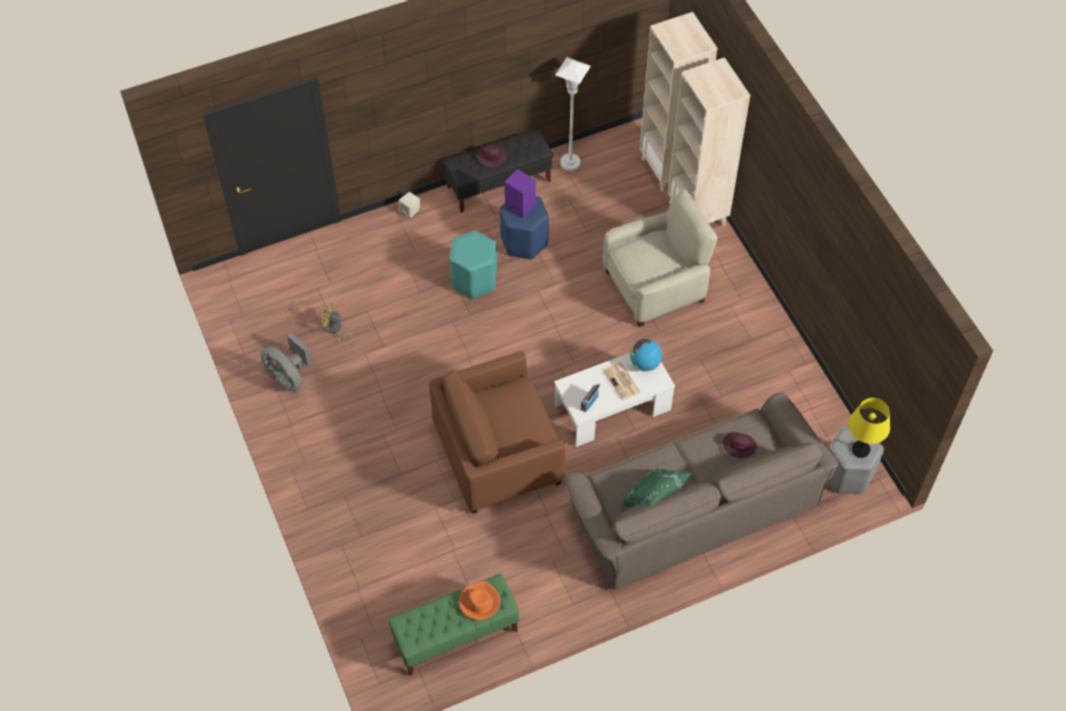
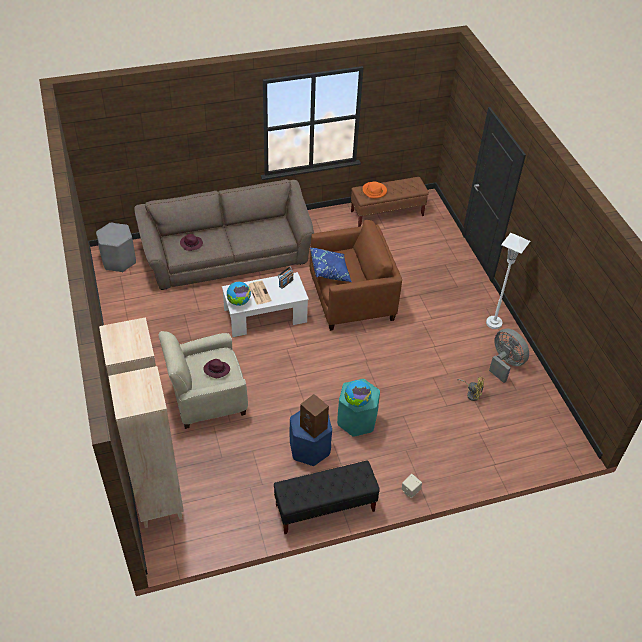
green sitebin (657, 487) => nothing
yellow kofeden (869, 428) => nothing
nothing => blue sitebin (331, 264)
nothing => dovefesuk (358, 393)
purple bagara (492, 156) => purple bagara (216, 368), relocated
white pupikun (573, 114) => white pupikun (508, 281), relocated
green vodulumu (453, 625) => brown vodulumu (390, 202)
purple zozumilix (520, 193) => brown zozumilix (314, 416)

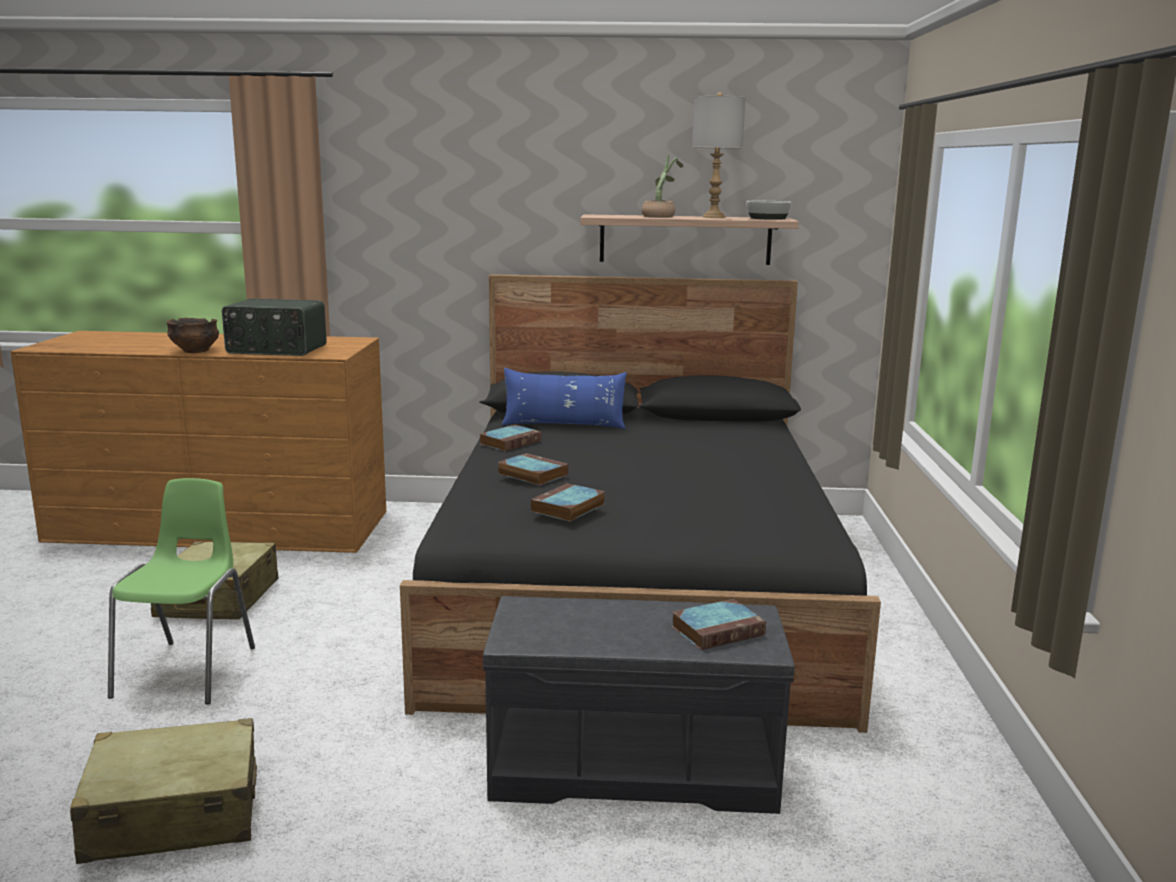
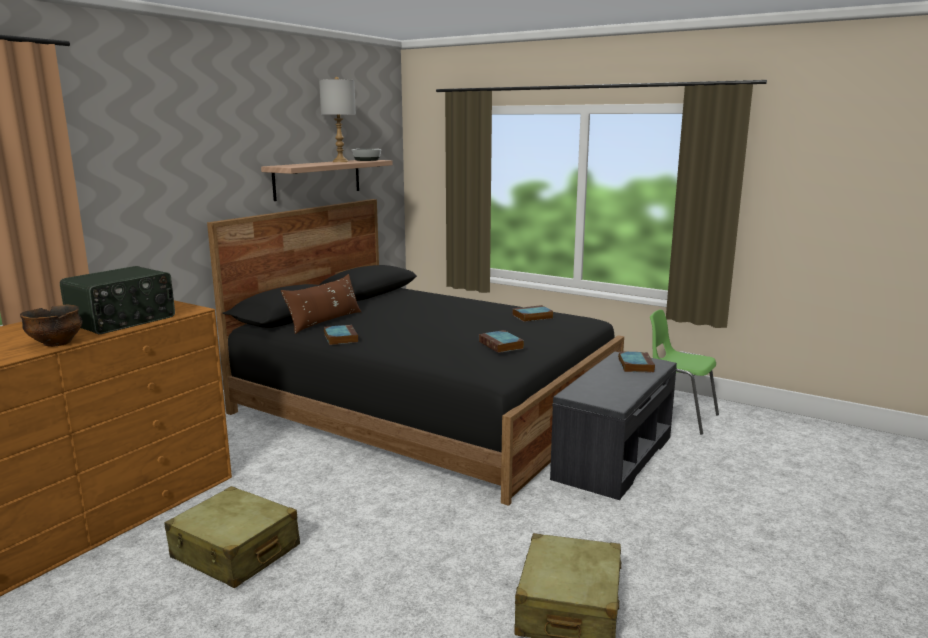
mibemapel (663, 186) => nothing
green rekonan (181, 591) => green rekonan (684, 372), relocated
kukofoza (533, 469) => kukofoza (532, 313), relocated
blue sitebin (564, 398) => brown sitebin (321, 304)

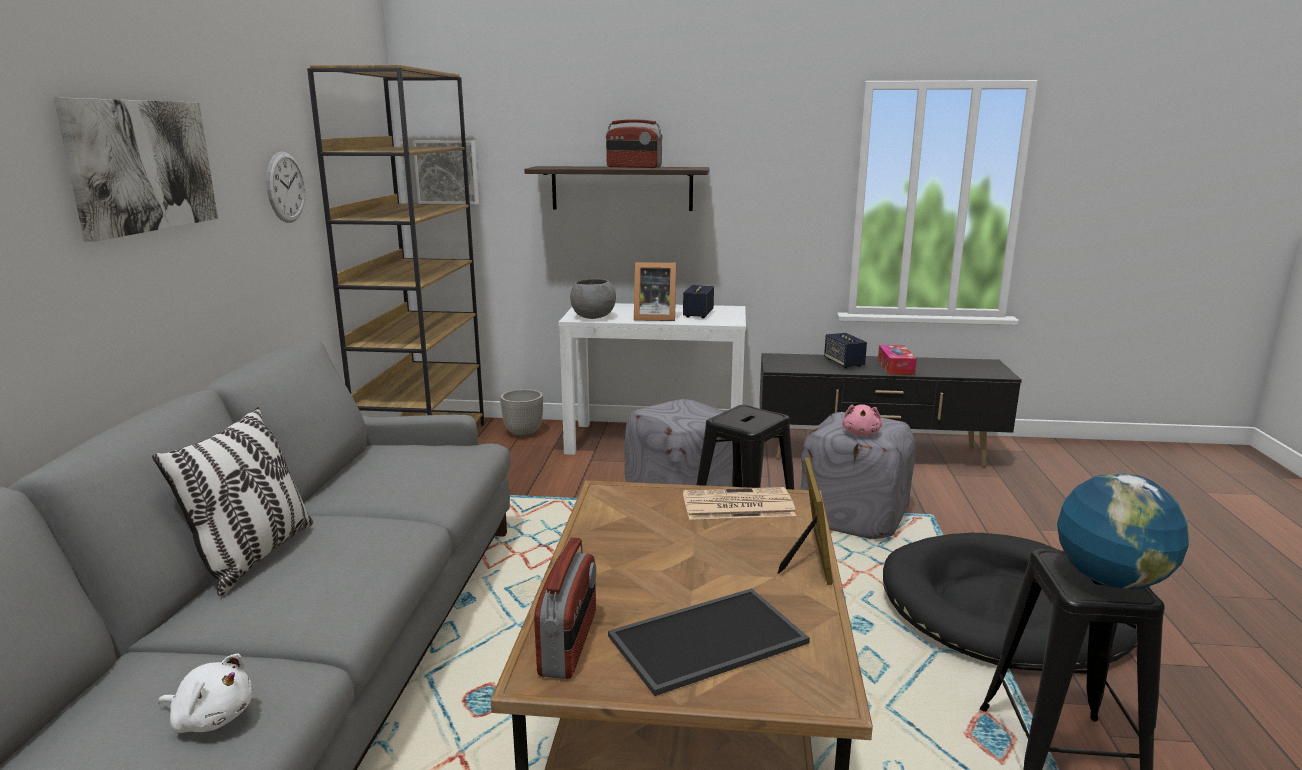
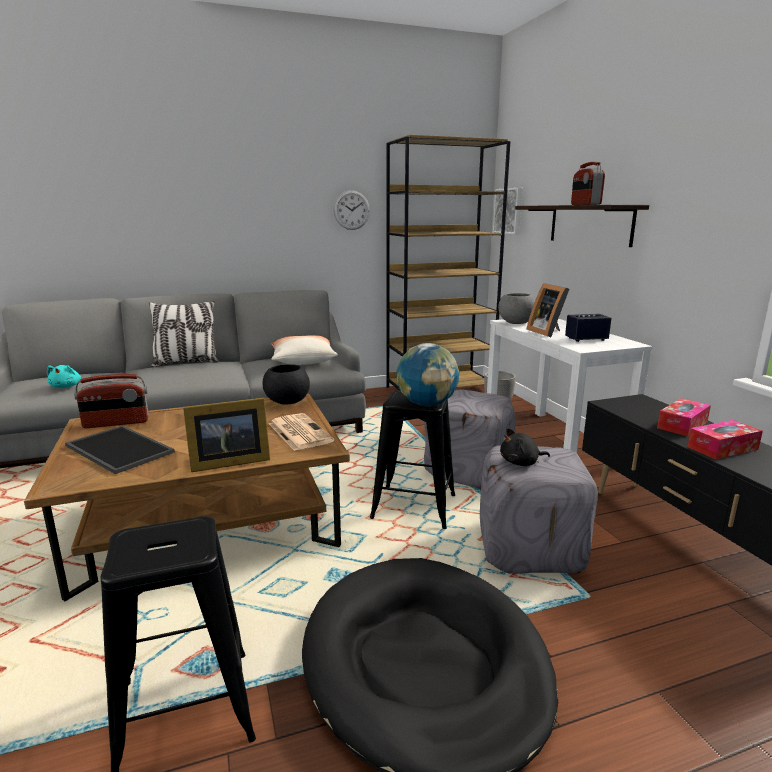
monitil (136, 170) => nothing
nothing => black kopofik (286, 384)
nothing => sitebin (304, 350)
dovefesuk (1123, 531) => dovefesuk (428, 374), relocated
zozumilix (845, 350) => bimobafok (684, 417)
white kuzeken (205, 693) => turquoise kuzeken (64, 376)
pink kuzeken (862, 420) => black kuzeken (525, 447)

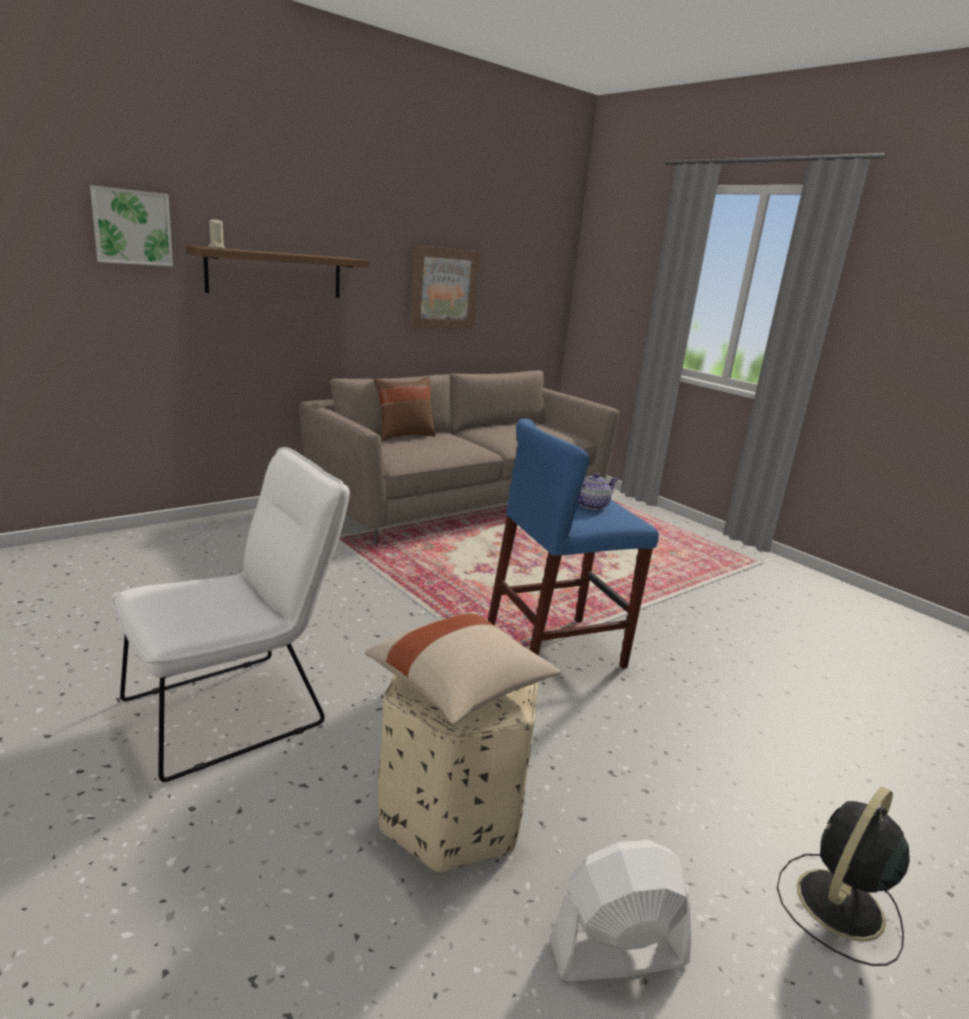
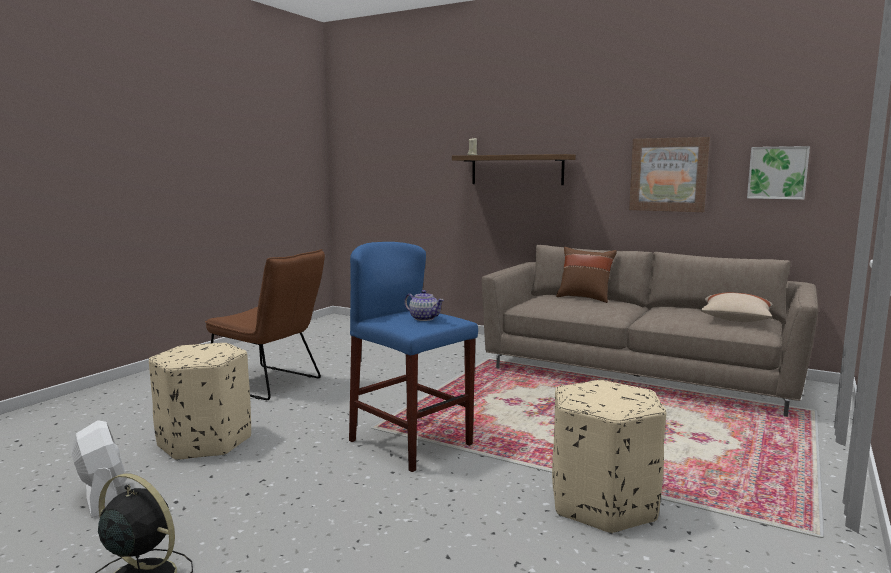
nothing => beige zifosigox (609, 457)
monitil (131, 225) => monitil (778, 173), relocated
beige sitebin (463, 668) => beige sitebin (737, 307), relocated
white rekonan (230, 614) => brown rekonan (265, 324)

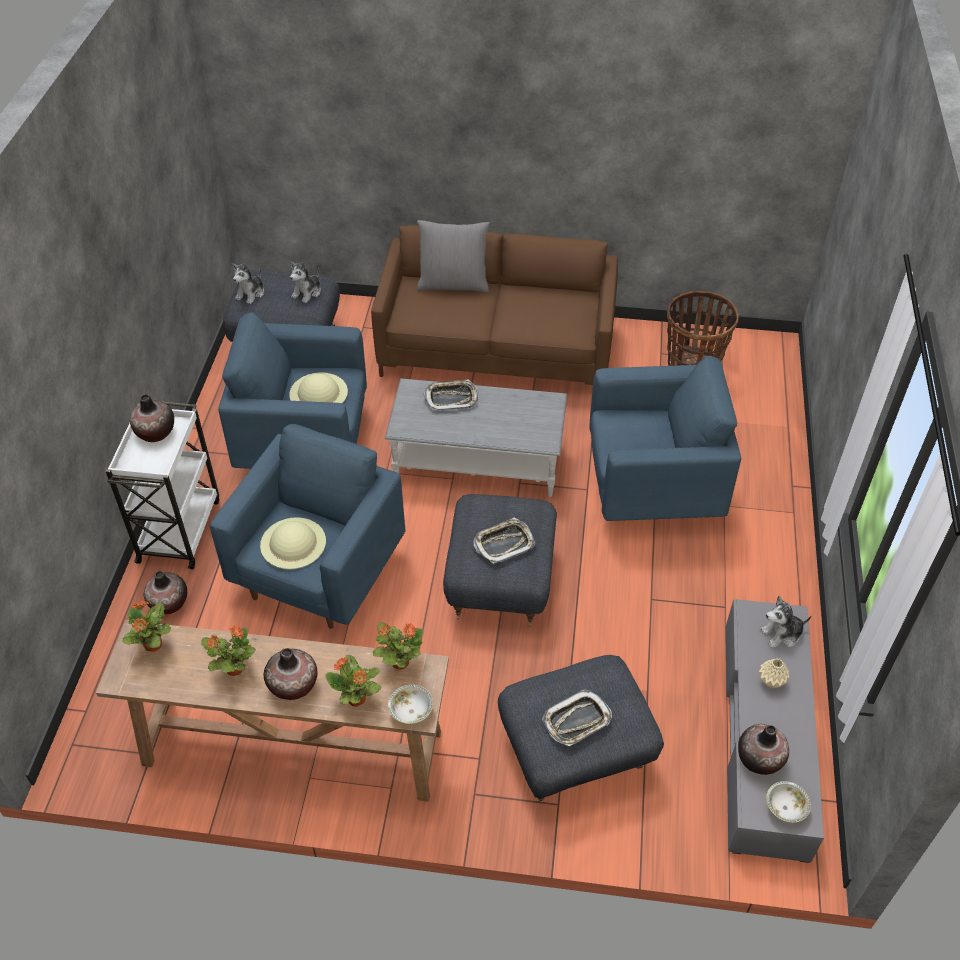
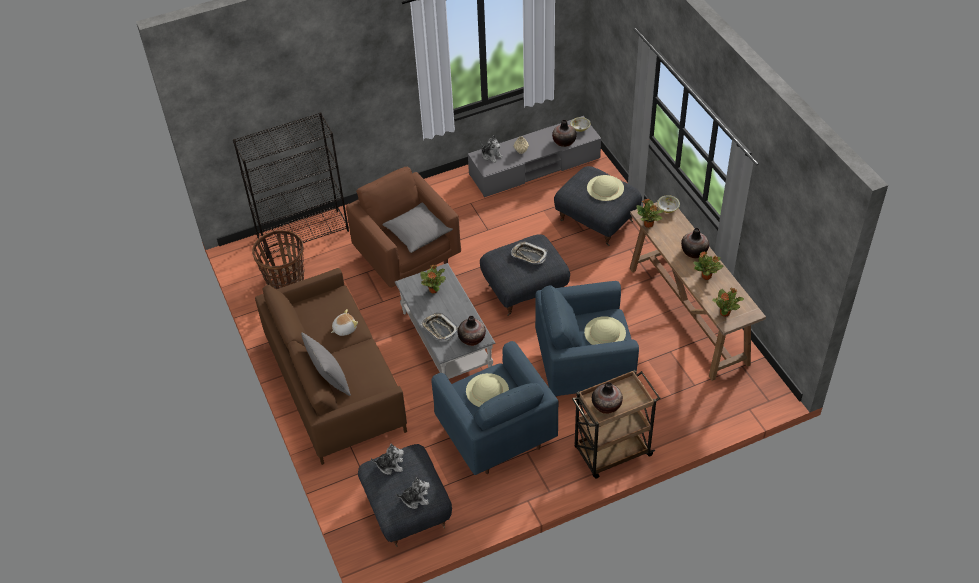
nothing => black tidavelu (291, 185)
nothing => kuzeken (344, 322)
nothing => grey sitebin (417, 227)
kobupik (165, 592) => kobupik (472, 331), relocated
mibemapel (353, 681) => mibemapel (433, 279), relocated
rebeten (577, 718) => beige bagara (605, 188)
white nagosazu (162, 485) => brown nagosazu (616, 424)
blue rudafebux (665, 438) => brown rudafebux (403, 227)

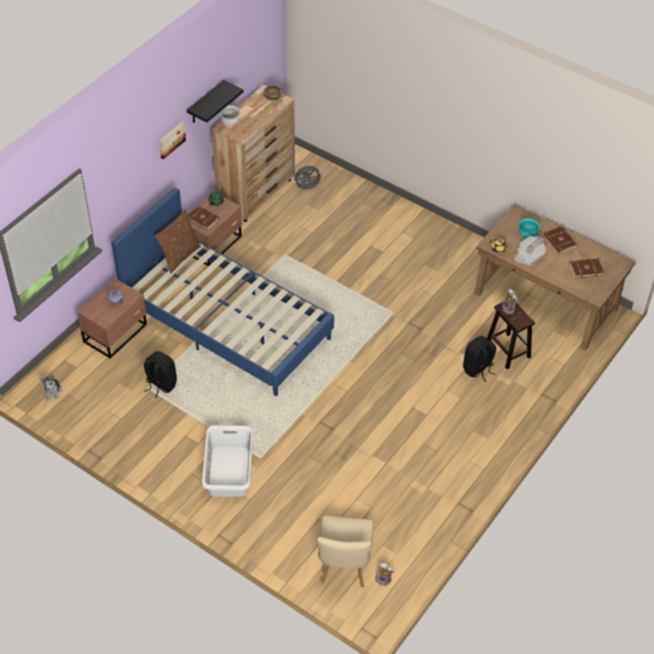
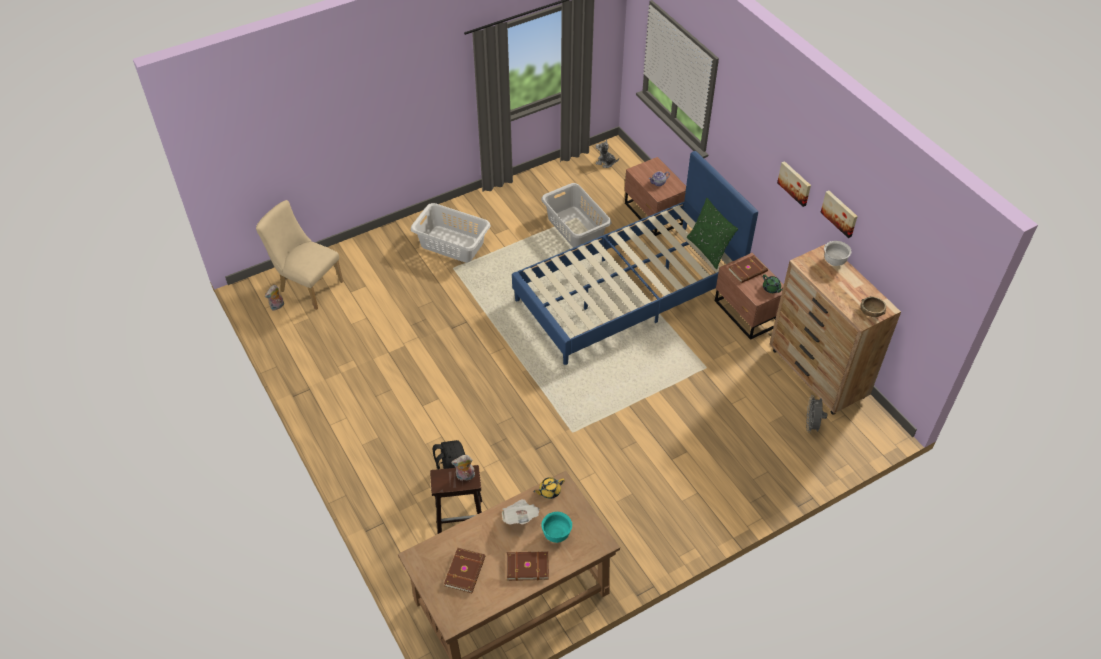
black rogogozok (160, 374) => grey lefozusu (576, 215)
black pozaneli (215, 101) => monitil (839, 214)
brown sitebin (178, 241) => green sitebin (712, 233)

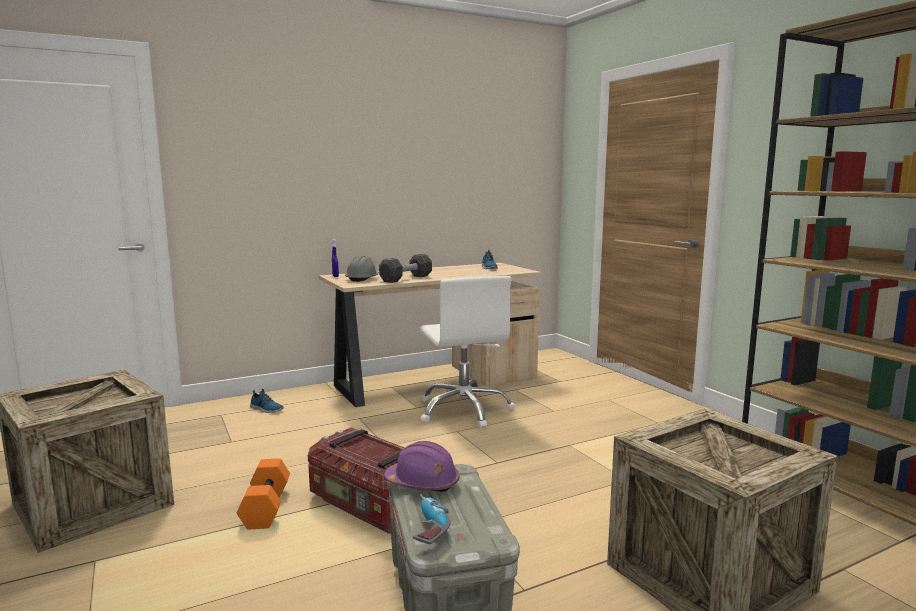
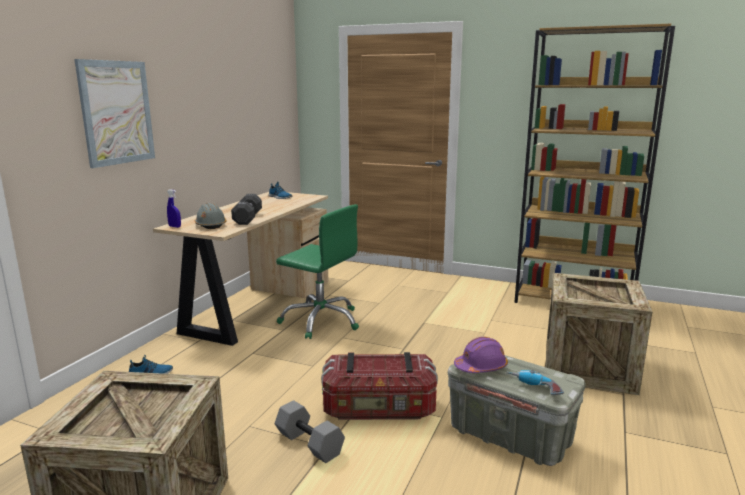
nothing => monitil (114, 113)
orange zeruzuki (263, 494) => grey zeruzuki (310, 431)
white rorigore (467, 352) => green rorigore (317, 271)

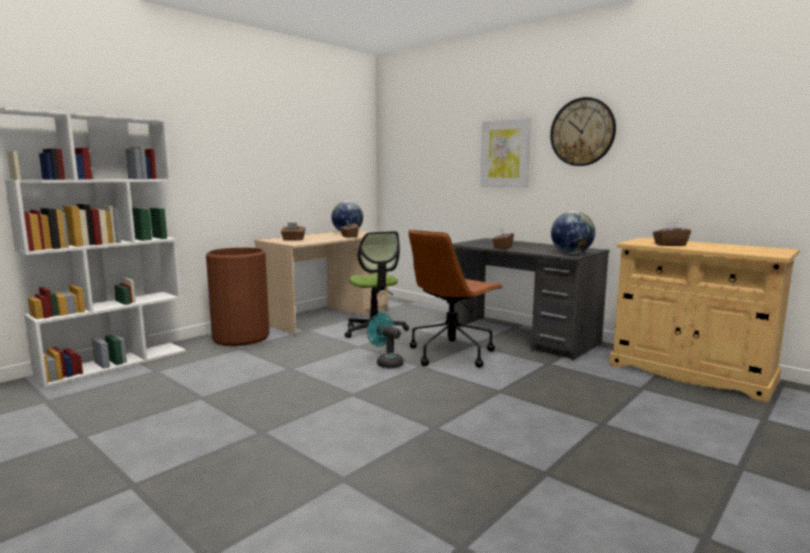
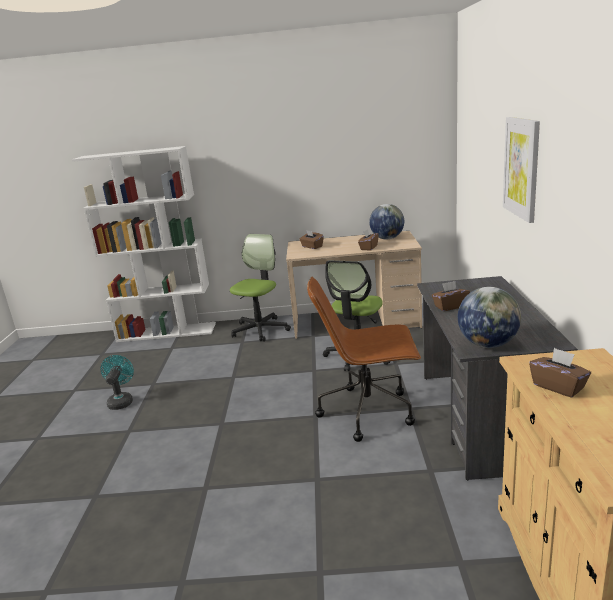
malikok (583, 131) => nothing
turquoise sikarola (385, 340) => turquoise sikarola (117, 382), relocated
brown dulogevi (237, 297) => rorigore (260, 288)

